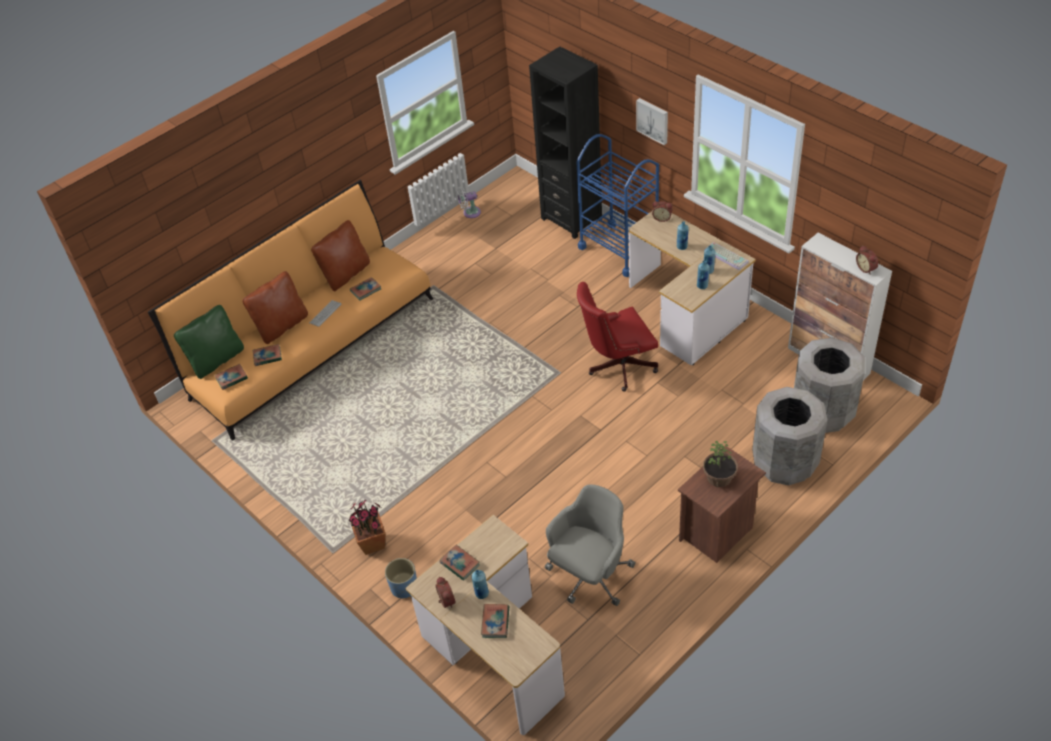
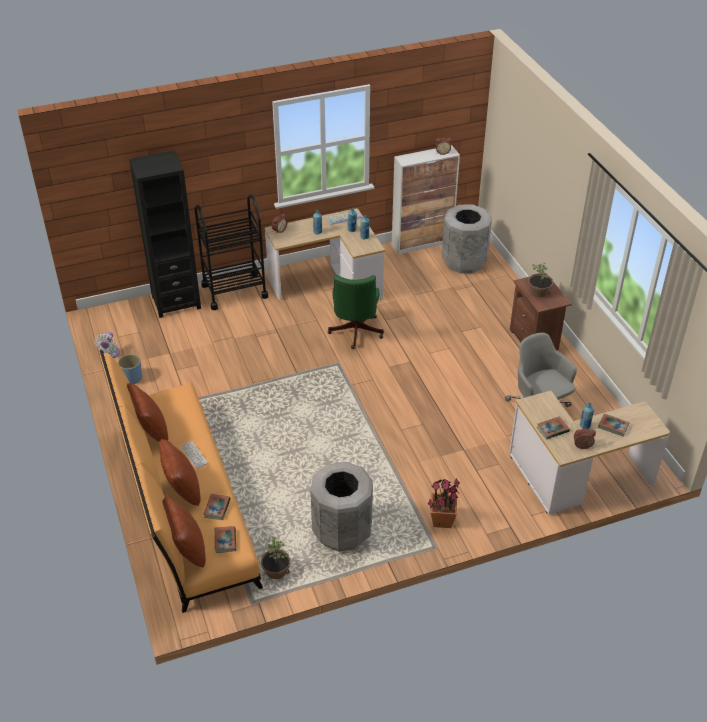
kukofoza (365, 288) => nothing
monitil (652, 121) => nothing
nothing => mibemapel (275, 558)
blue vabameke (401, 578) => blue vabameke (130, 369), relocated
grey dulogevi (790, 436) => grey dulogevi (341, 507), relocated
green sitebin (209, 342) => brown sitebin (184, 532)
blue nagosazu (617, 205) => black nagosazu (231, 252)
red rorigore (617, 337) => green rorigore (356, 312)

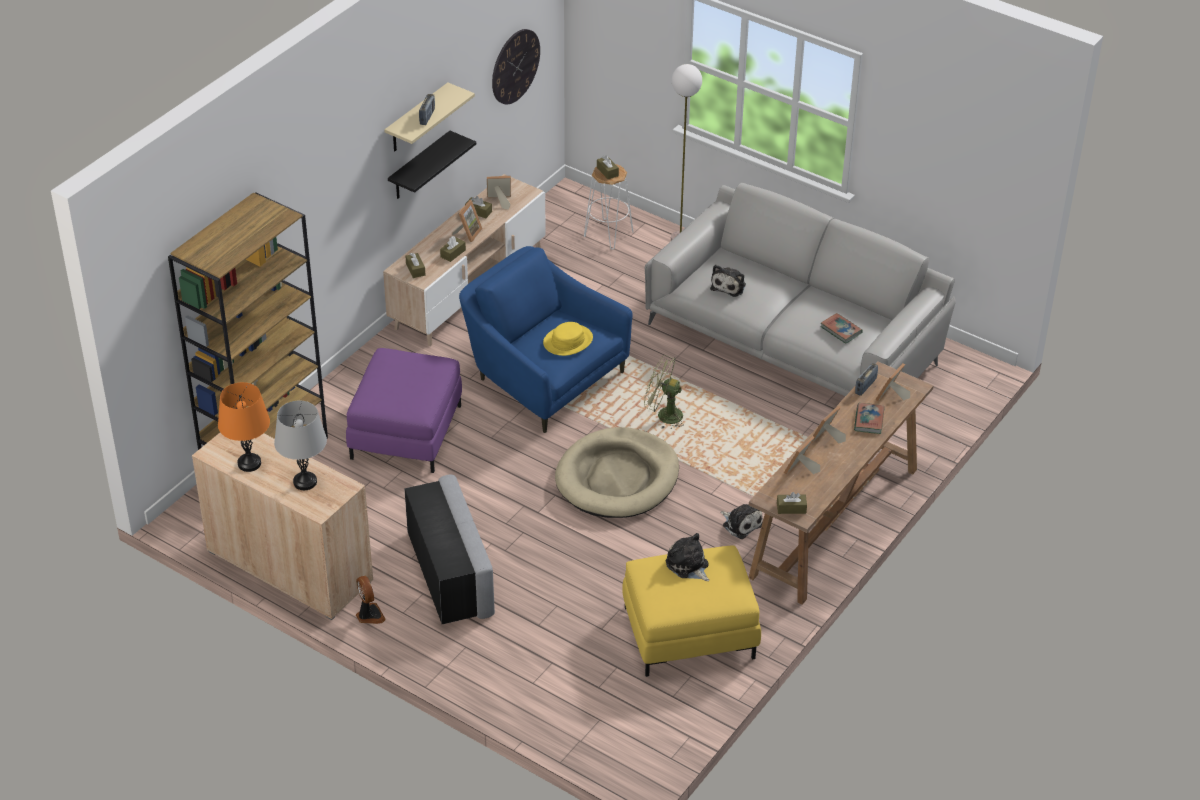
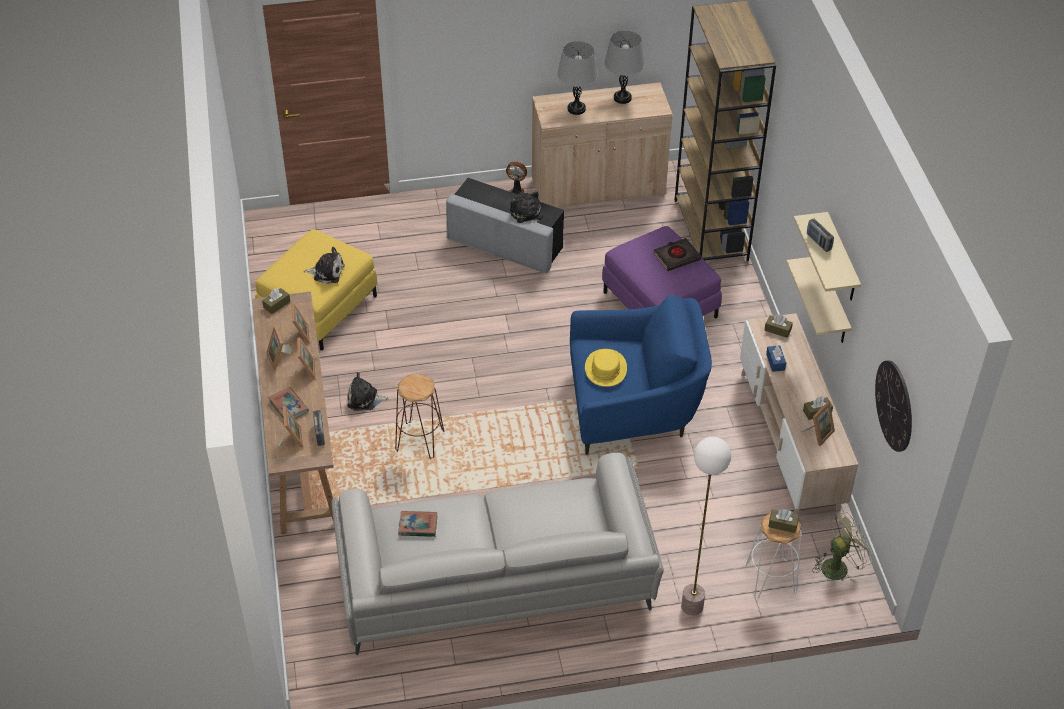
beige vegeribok (617, 472) => nothing
nothing => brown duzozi (419, 416)
nothing => black kukofoza (677, 254)
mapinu (467, 221) => mapinu (279, 348), relocated
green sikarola (663, 392) => green sikarola (842, 548), relocated
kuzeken (728, 281) => kuzeken (526, 207), relocated
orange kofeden (244, 427) => grey kofeden (624, 67)
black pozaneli (432, 165) => beige pozaneli (819, 300)
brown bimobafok (453, 249) => blue bimobafok (776, 358)

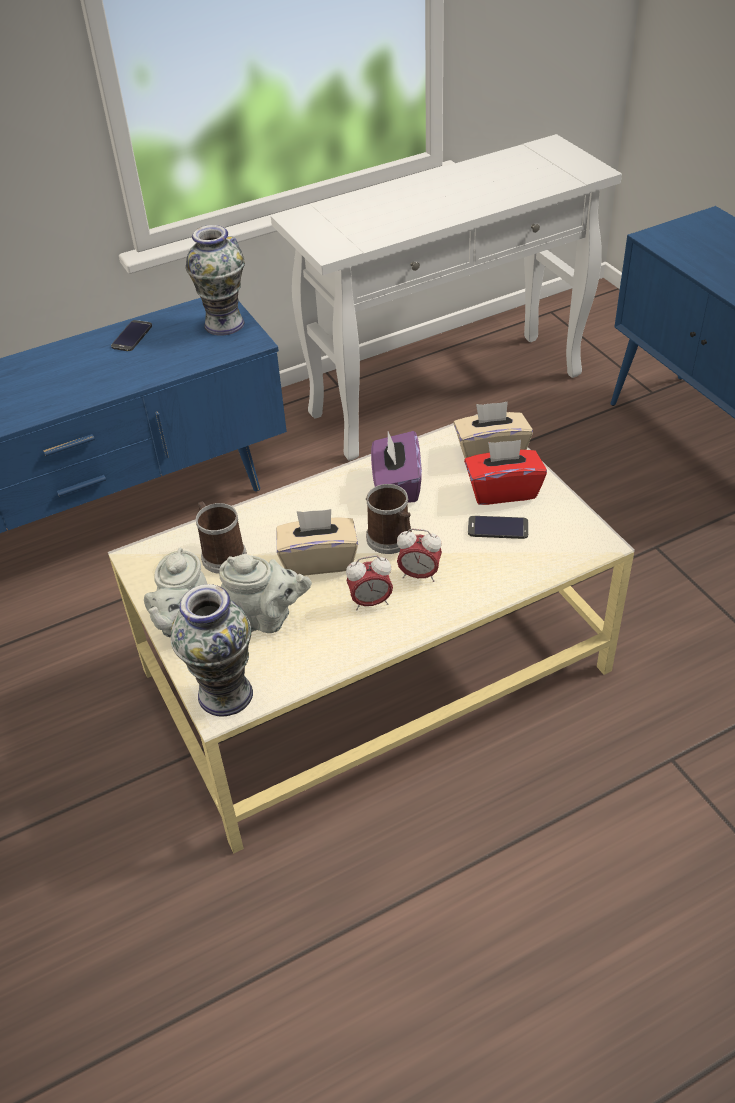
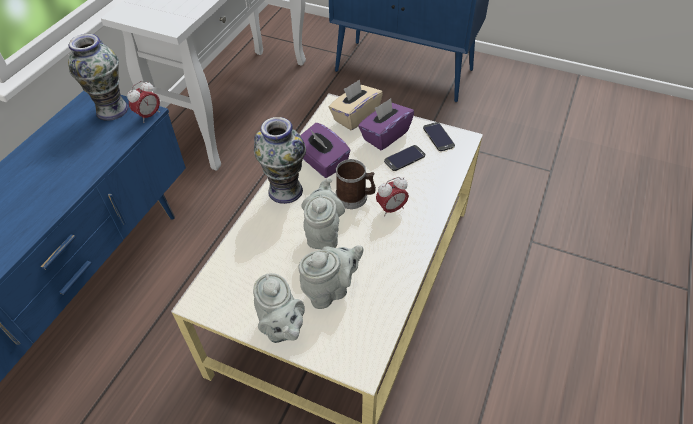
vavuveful (221, 537) => nothing
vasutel (131, 335) => vasutel (439, 136), relocated
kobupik (212, 650) => kobupik (280, 160), relocated
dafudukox (369, 583) => dafudukox (143, 102), relocated
beige bimobafok (317, 542) => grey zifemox (323, 213)
red bimobafok (505, 472) => purple bimobafok (386, 124)

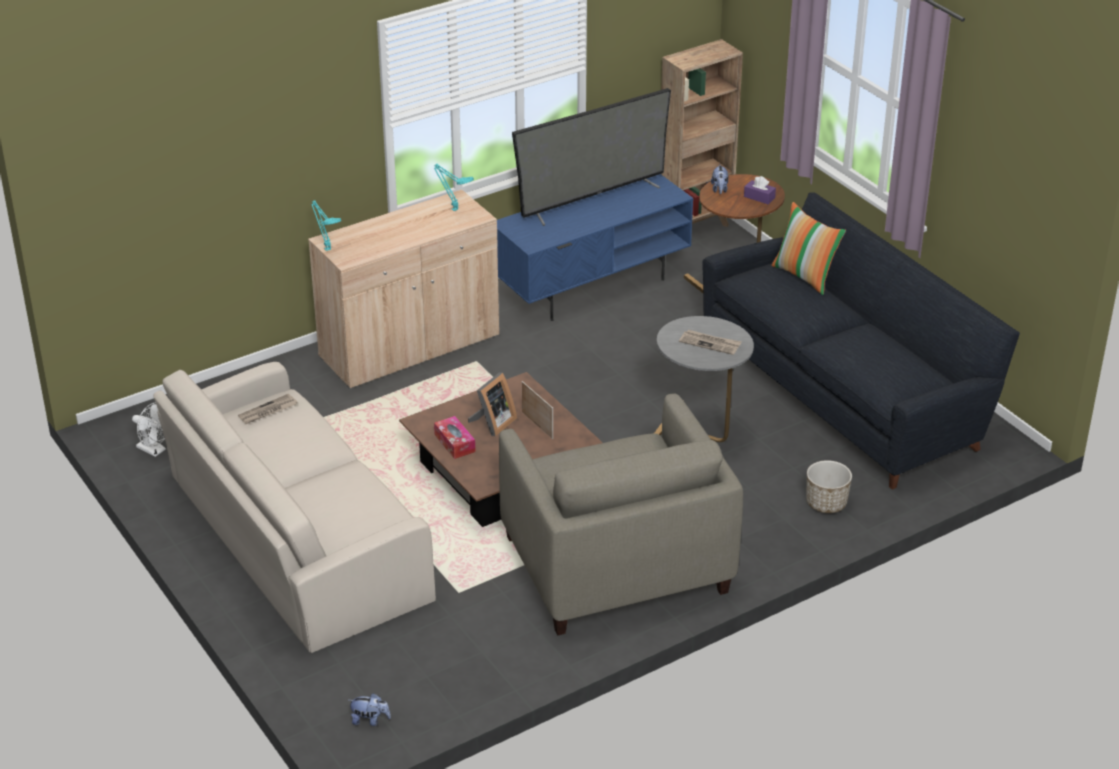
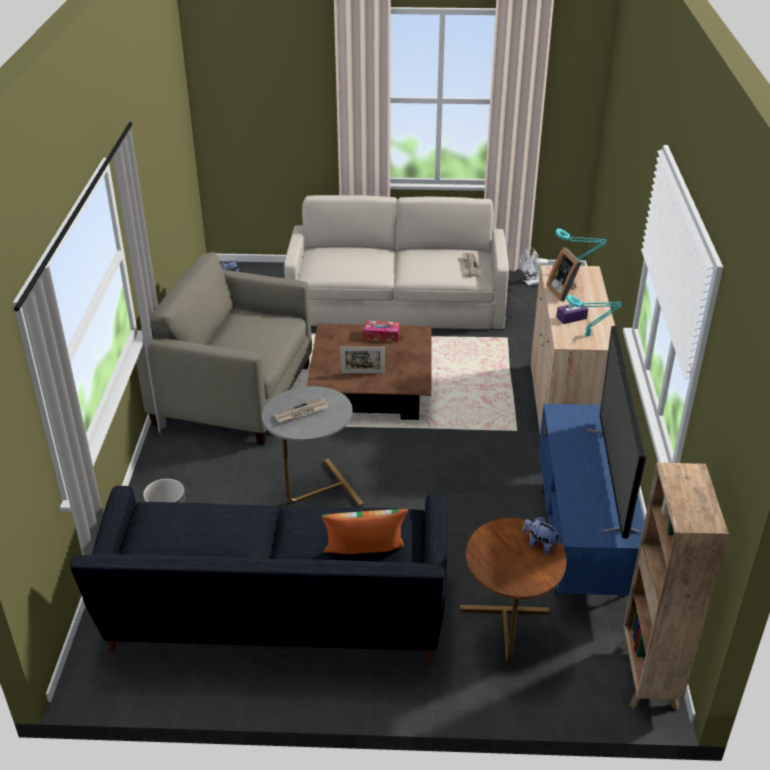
mapinu (492, 404) => mapinu (564, 274), relocated
purple bimobafok (760, 190) => purple bimobafok (572, 312), relocated

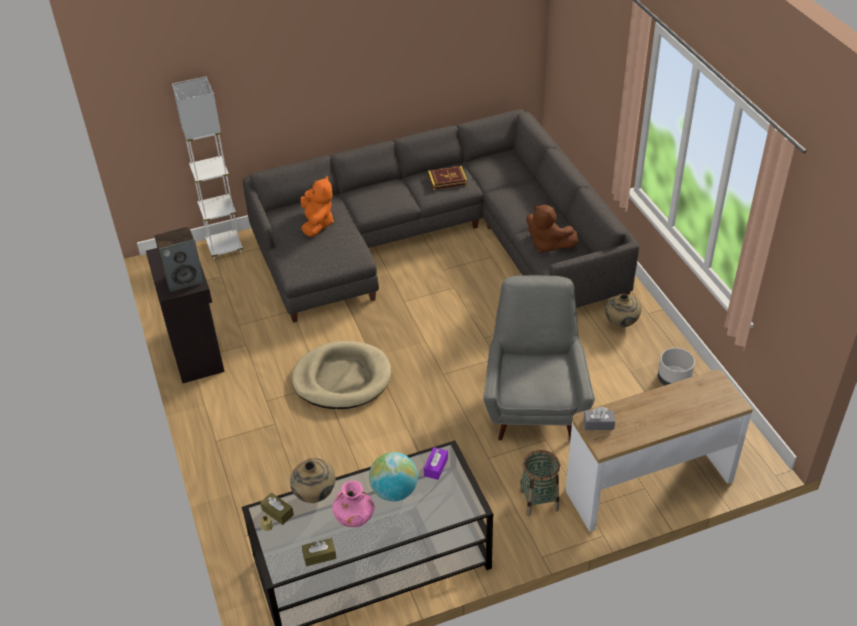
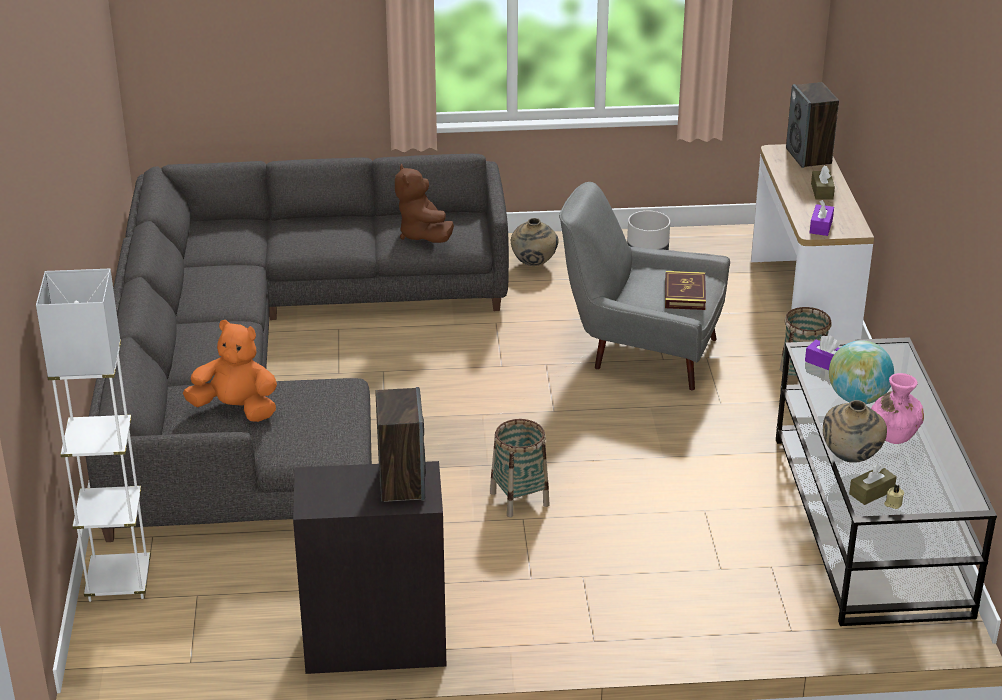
nothing => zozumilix (812, 125)
brown bimobafok (319, 552) => brown bimobafok (823, 182), relocated
kukofoza (447, 178) => kukofoza (685, 290), relocated
beige vegeribok (342, 375) => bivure (520, 468)
grey bimobafok (599, 418) => purple bimobafok (822, 218)
brown kuzeken (552, 228) => brown kuzeken (424, 203), 105 degrees clockwise

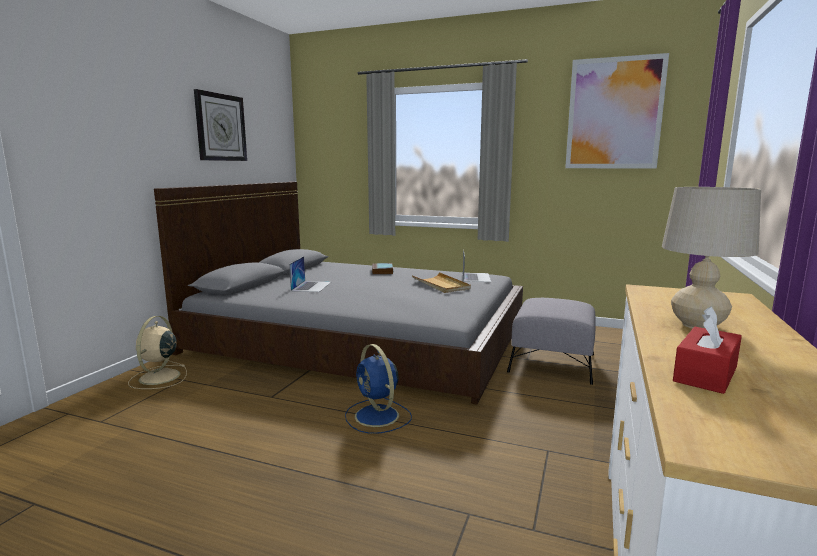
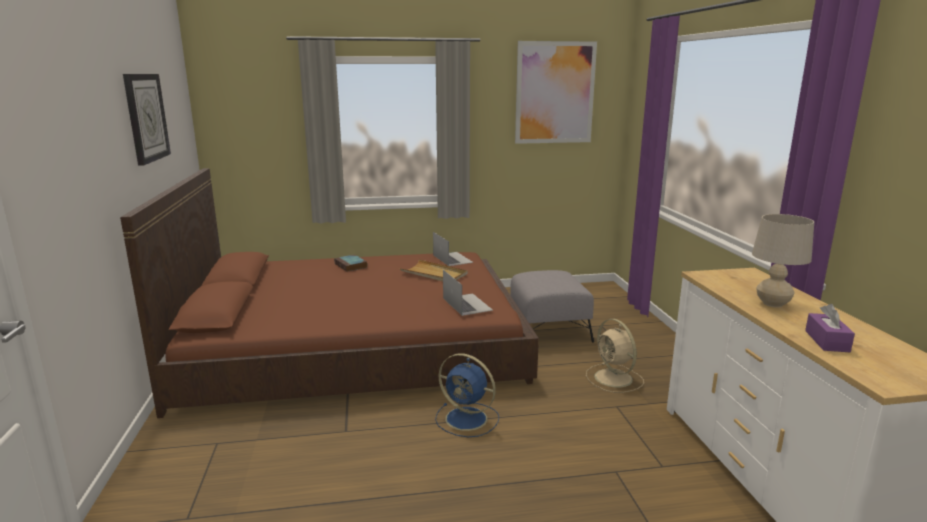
beige sikarola (157, 352) => beige sikarola (615, 356), relocated
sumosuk (310, 274) => sumosuk (468, 293), relocated
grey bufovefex (338, 293) => brown bufovefex (329, 293)
red bimobafok (707, 350) => purple bimobafok (830, 328)

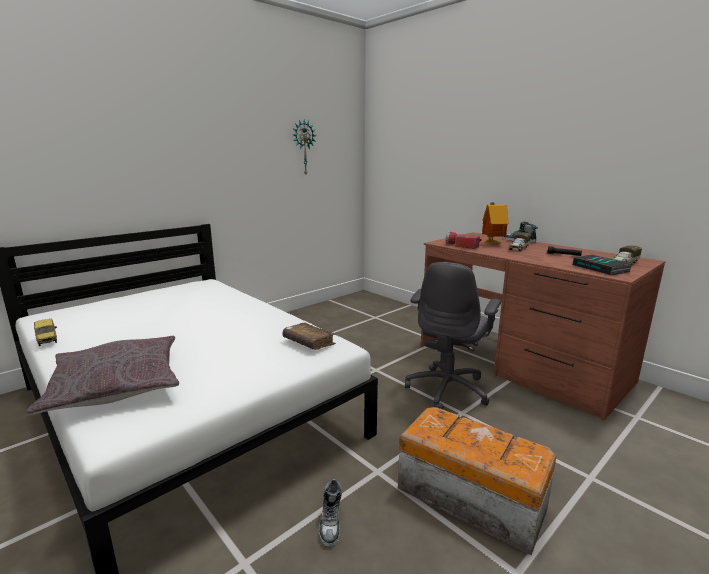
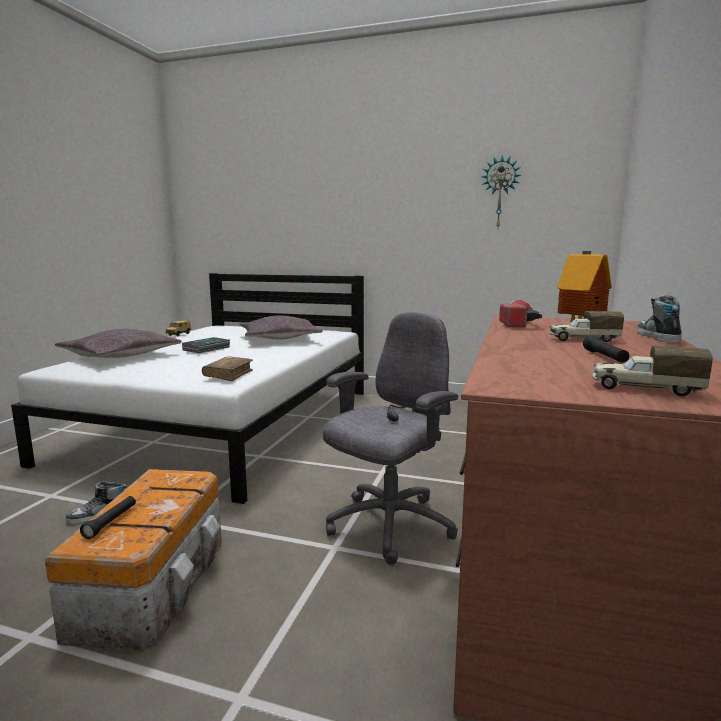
nothing => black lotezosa (108, 517)
nothing => grey sitebin (281, 327)
kukofoza (602, 265) => kukofoza (206, 345), relocated
grey rorigore (453, 335) => grey rorigore (390, 438), 135 degrees clockwise

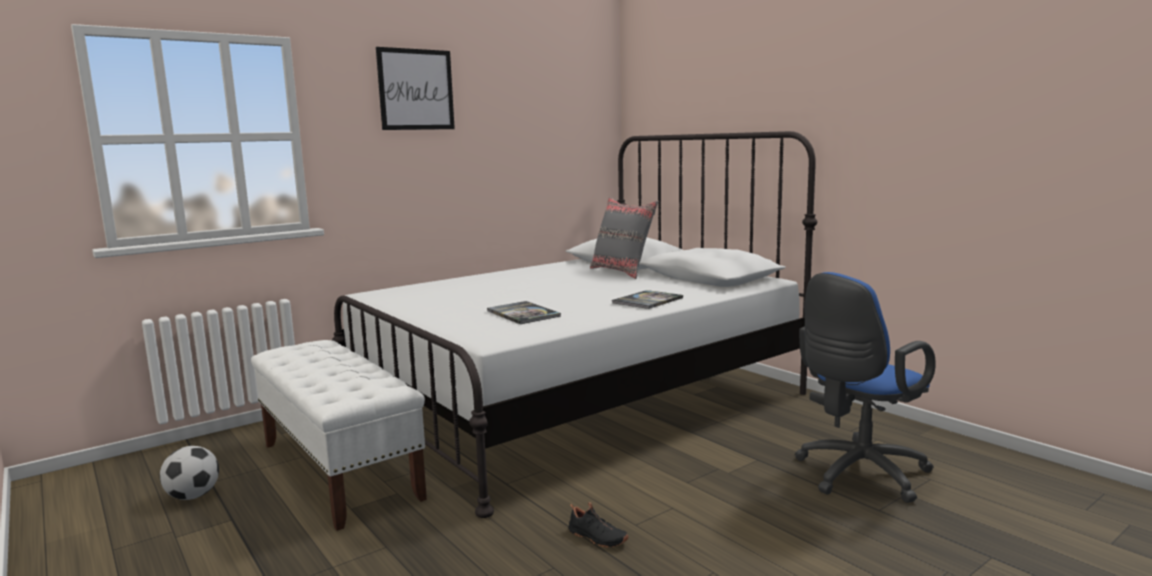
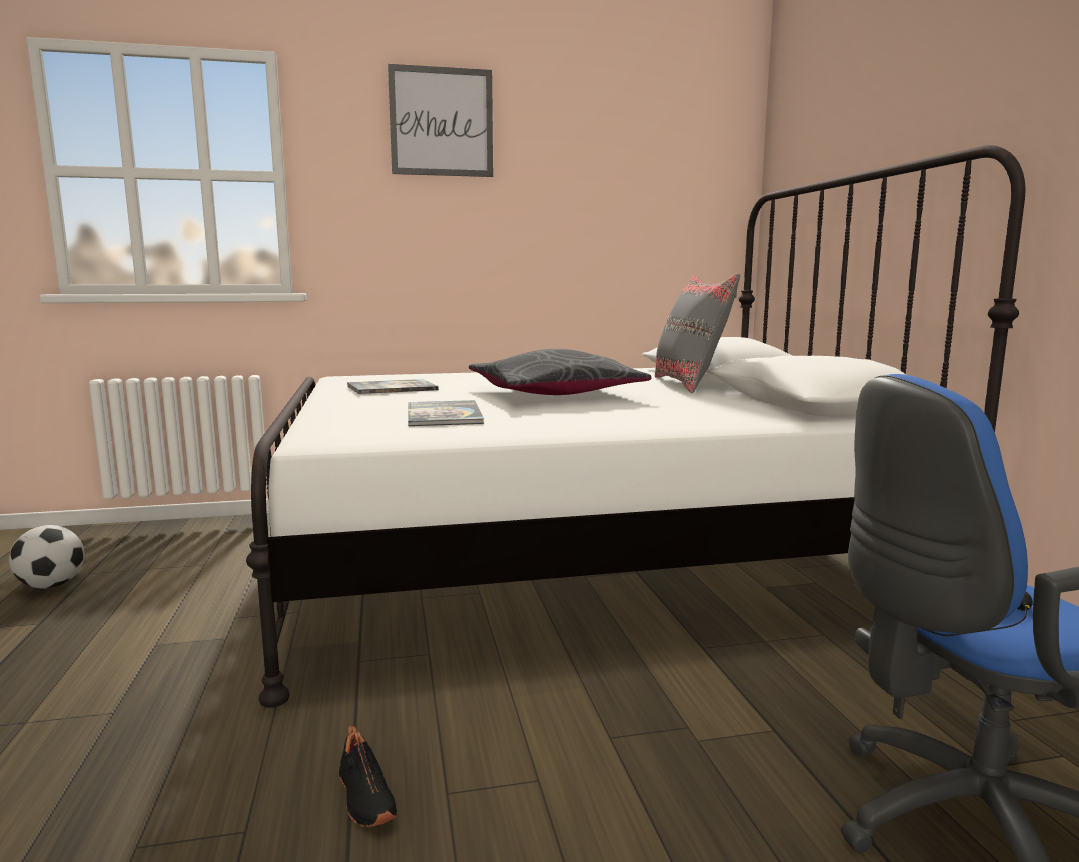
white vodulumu (339, 435) => nothing
nothing => grey sitebin (560, 372)
kukofoza (647, 299) => kukofoza (393, 386), relocated

